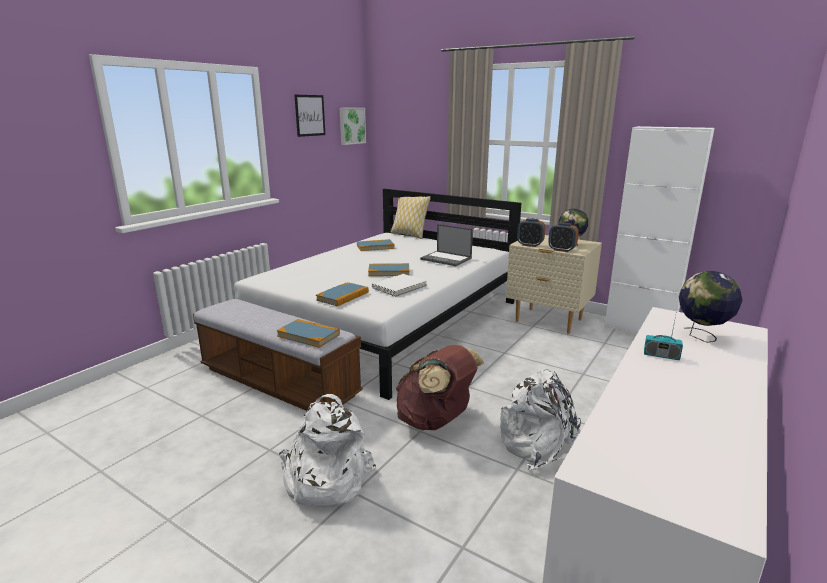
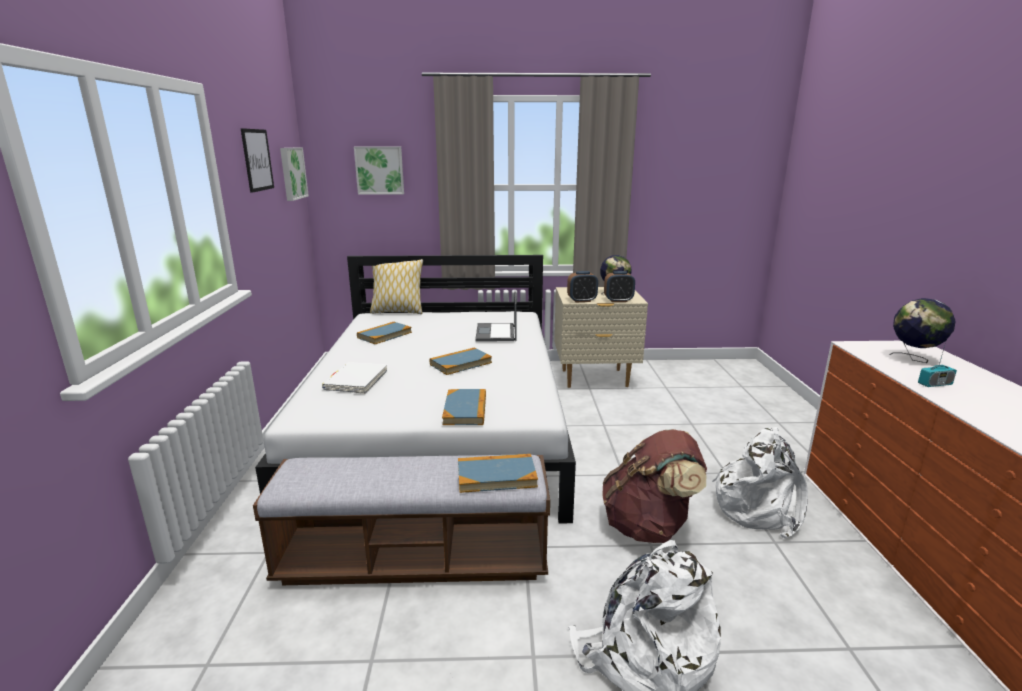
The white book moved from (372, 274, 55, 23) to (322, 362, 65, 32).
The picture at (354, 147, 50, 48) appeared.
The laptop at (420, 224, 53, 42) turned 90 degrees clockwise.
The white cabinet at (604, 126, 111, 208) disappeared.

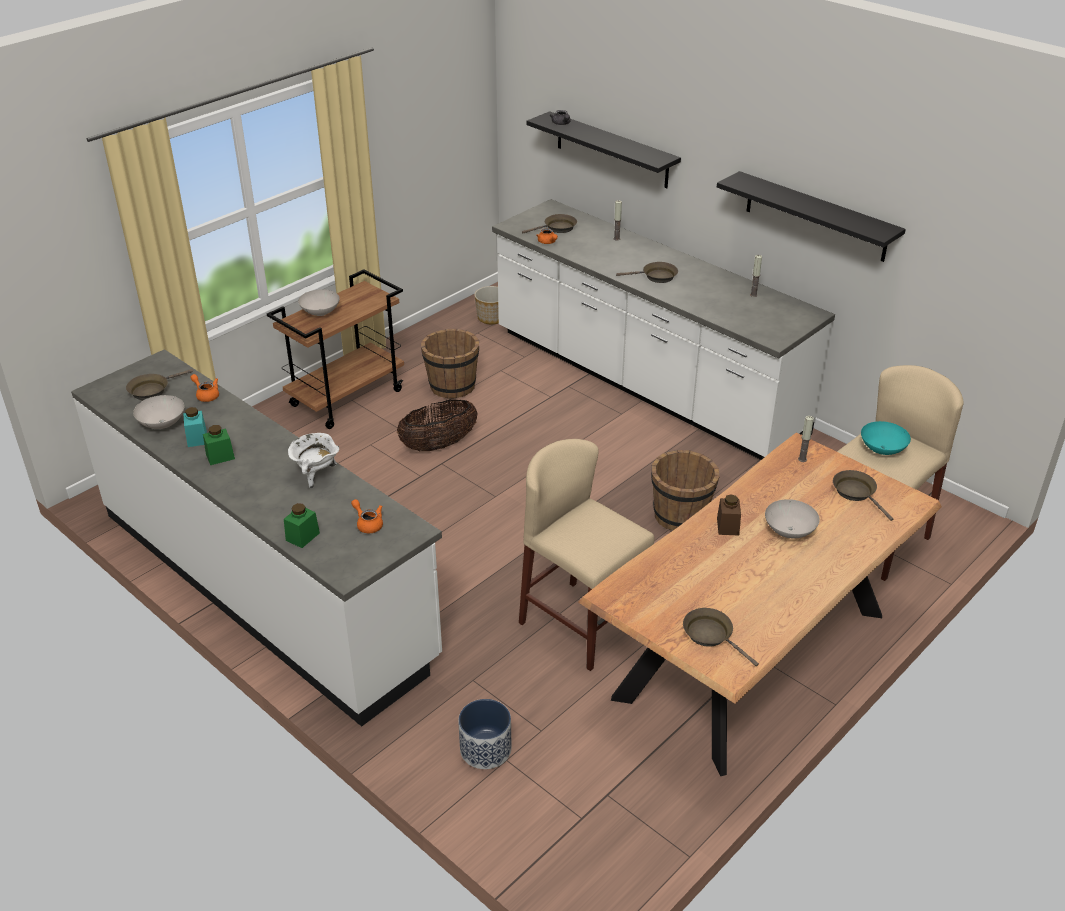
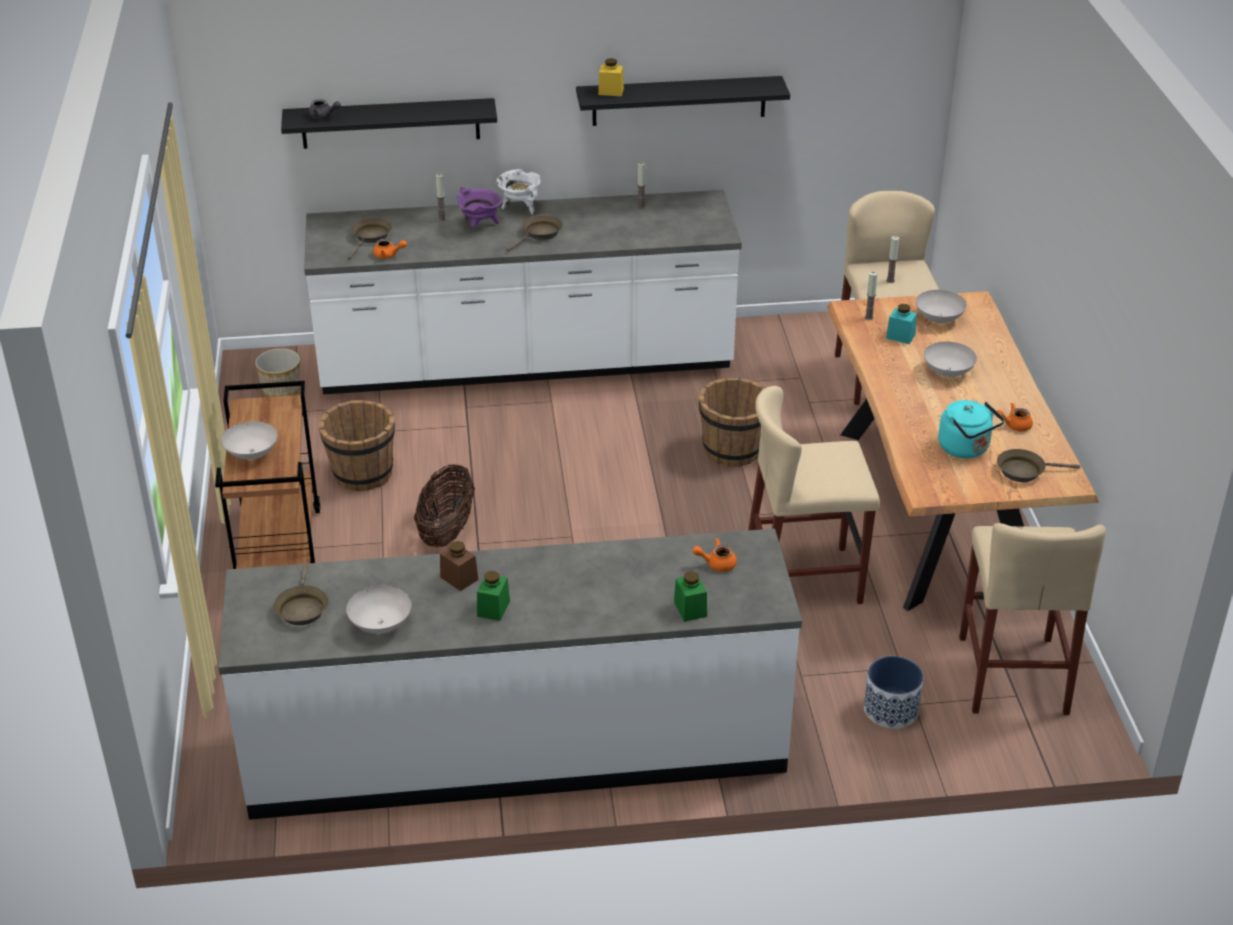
The brown jar moved from (717, 494, 24, 41) to (440, 541, 38, 50).
The purple cooking pot at (457, 186, 46, 41) appeared.
The white cooking pot moved from (288, 433, 51, 56) to (496, 169, 45, 46).
The yellow jar at (598, 58, 26, 38) appeared.
The turquoise bowl at (861, 421, 50, 34) was replaced by the candle at (886, 236, 13, 47).
The turquoise jar moved from (183, 407, 24, 40) to (886, 304, 31, 40).
The brown frying pan at (833, 470, 60, 51) was replaced by the white bowl at (916, 290, 51, 33).
The turquoise kettle at (938, 400, 67, 58) appeared.
The beige stool at (959, 523, 147, 192) appeared.
The orange teapot moved from (190, 374, 29, 28) to (995, 403, 38, 28).

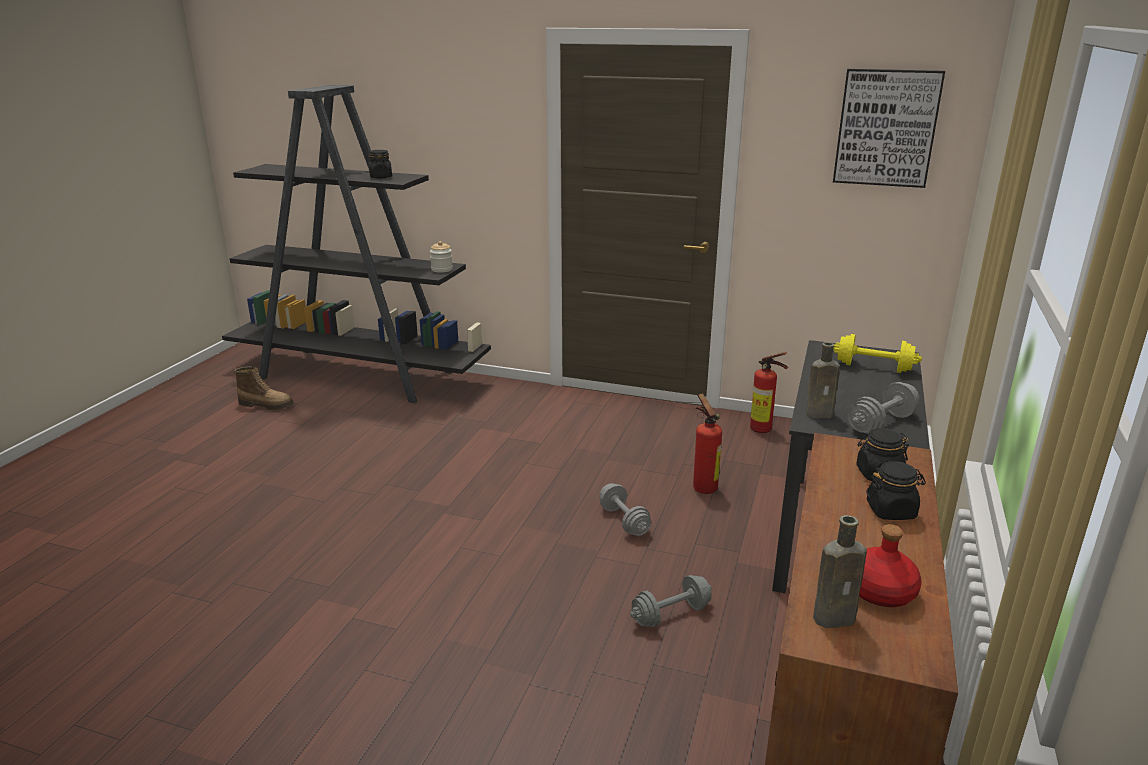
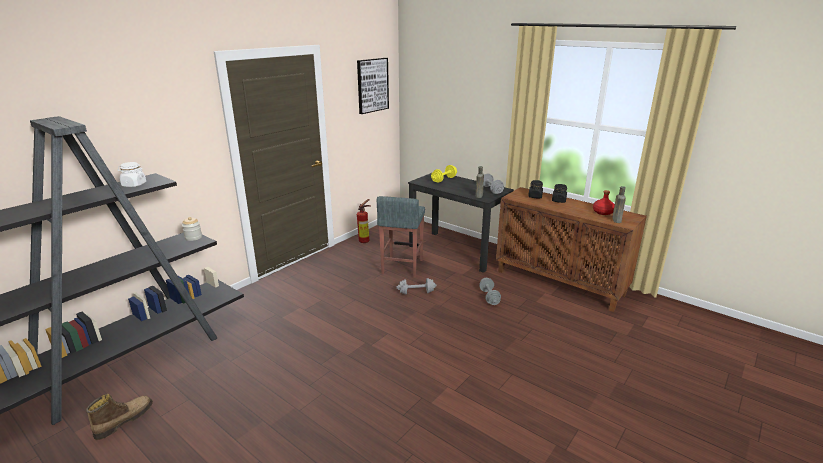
The black jar at (369, 150, 23, 29) became the white jar at (118, 162, 28, 25).
The fire extinguisher at (693, 393, 29, 101) was replaced by the grey stool at (376, 196, 49, 82).

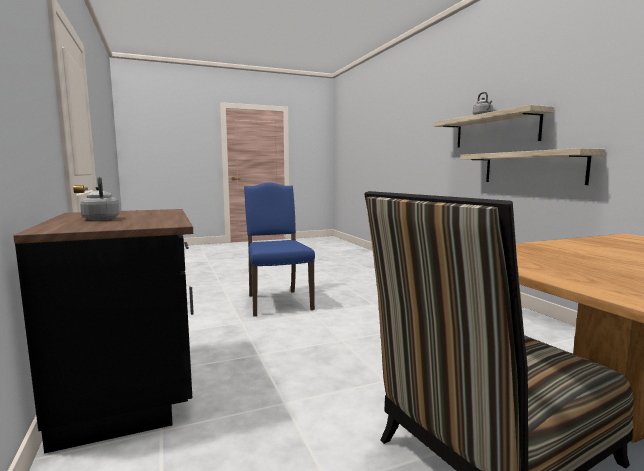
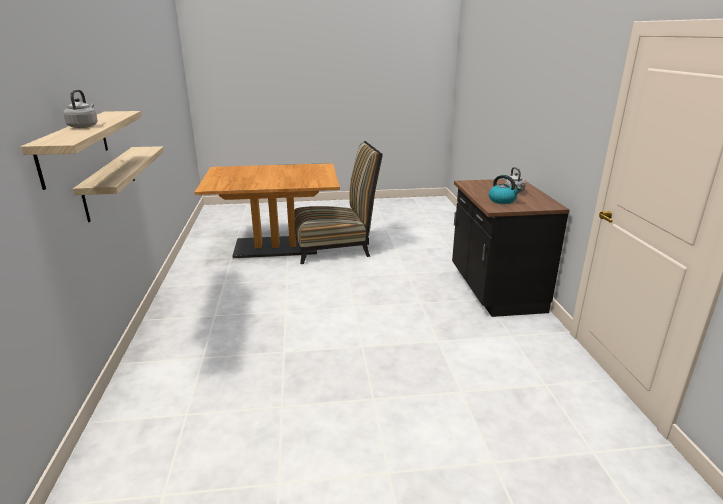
The kettle at (489, 175, 32, 29) appeared.
The blue chair at (244, 183, 71, 133) disappeared.

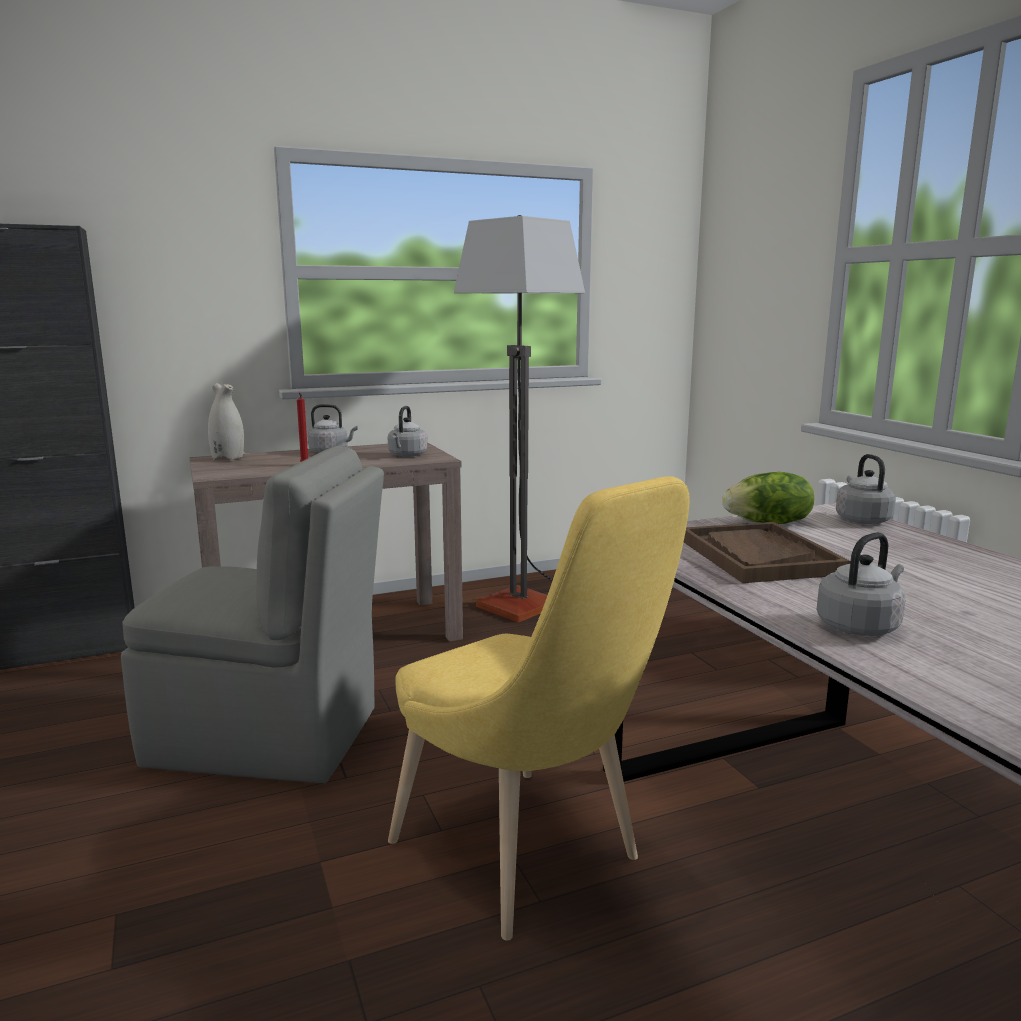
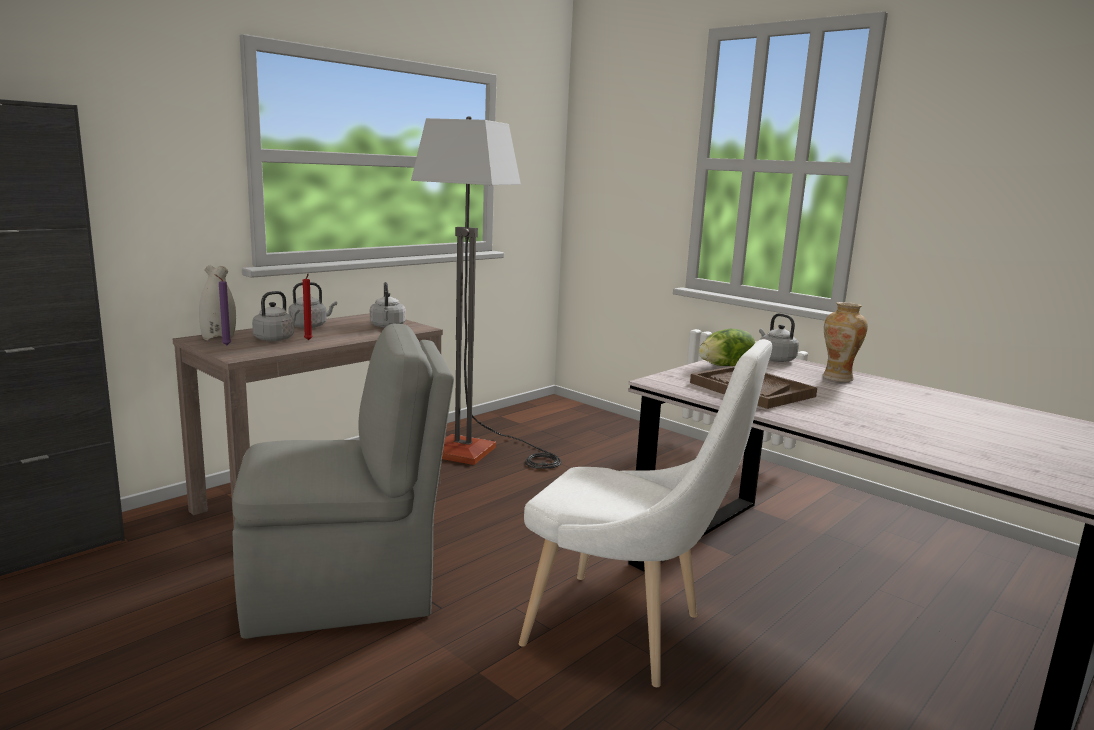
The purple candle at (214, 274, 17, 71) appeared.
The grey kettle moved from (816, 532, 89, 104) to (252, 291, 48, 50).
The yellow chair at (388, 476, 302, 465) became the white chair at (519, 339, 253, 348).
The vase at (822, 302, 46, 80) appeared.

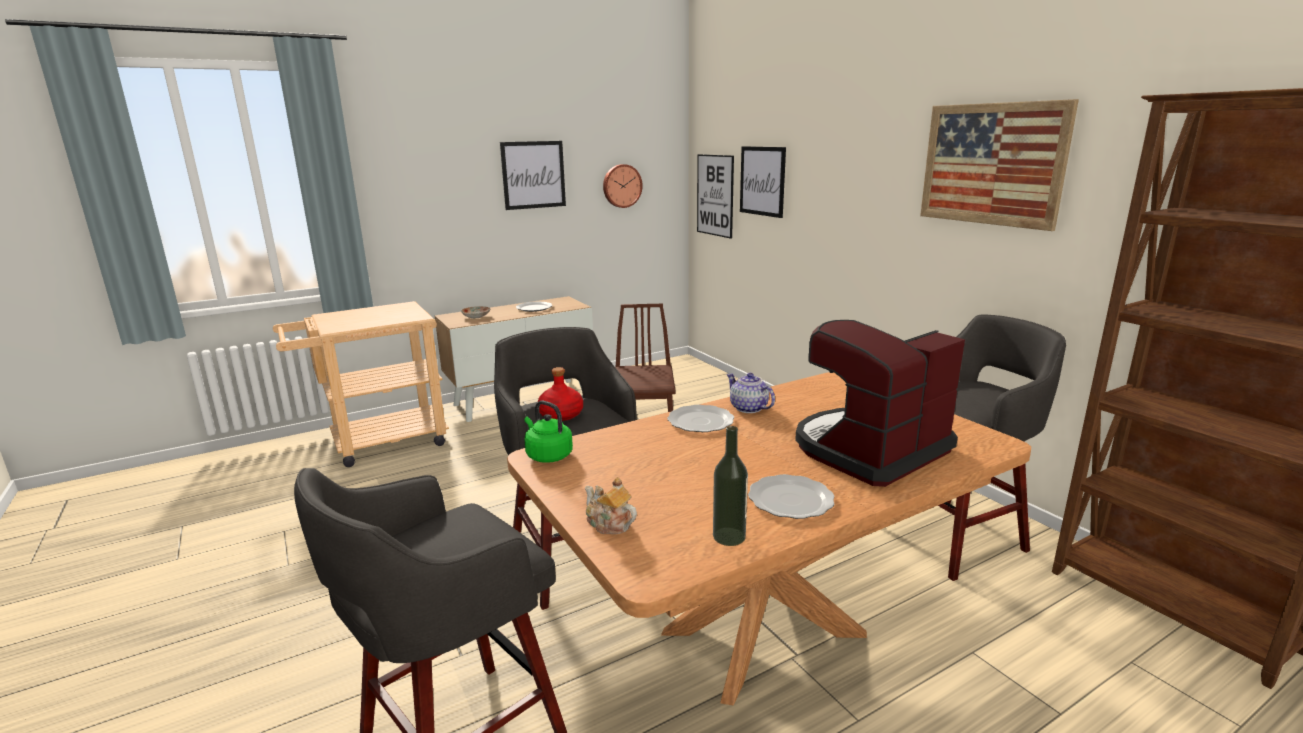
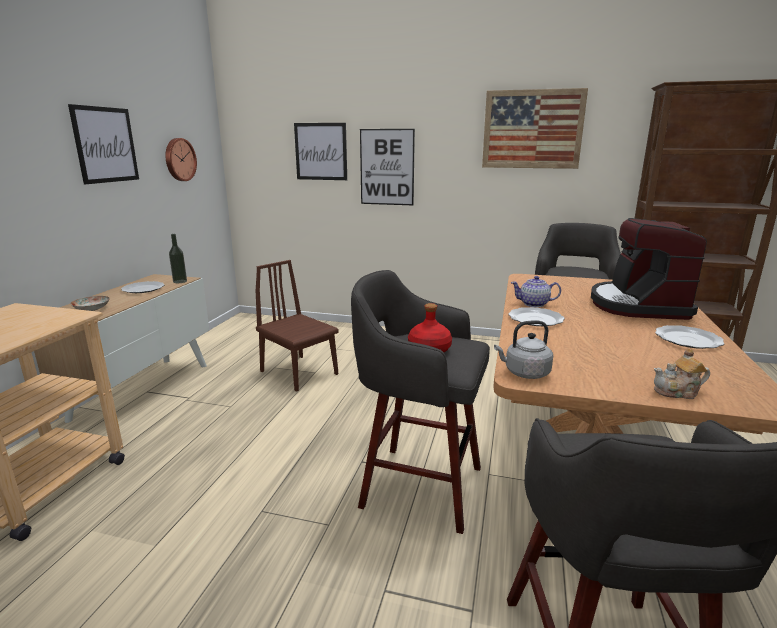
The bottle moved from (713, 426, 35, 120) to (169, 234, 18, 49).
The picture moved from (697, 154, 37, 85) to (360, 129, 55, 76).
The green kettle at (524, 401, 49, 62) became the grey kettle at (494, 320, 59, 59).

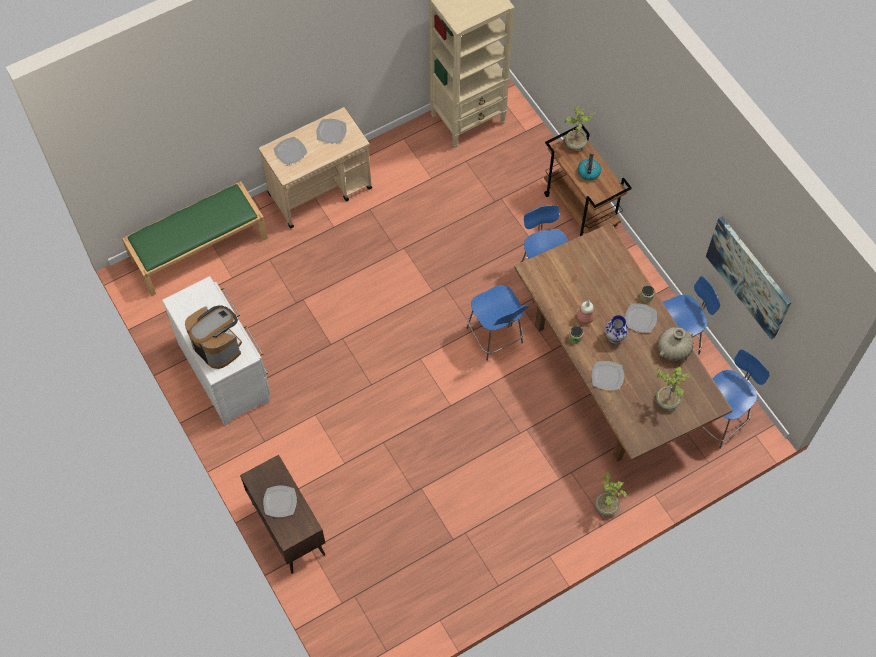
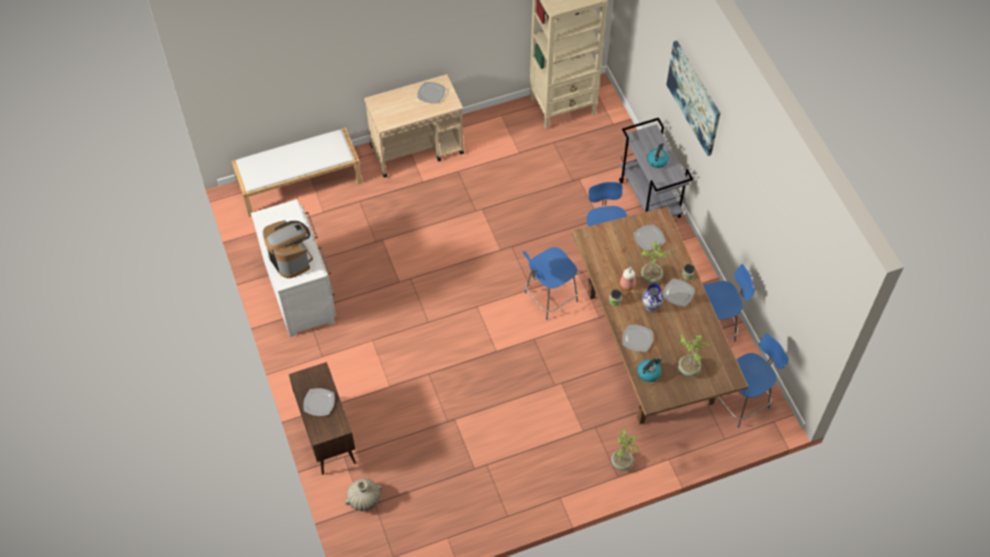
The green bench at (122, 181, 146, 115) became the white bench at (231, 128, 131, 89).
The beige vase moved from (658, 327, 36, 34) to (345, 478, 37, 33).
The blue chair at (466, 285, 63, 76) turned 75 degrees clockwise.
The brown cart at (544, 124, 88, 113) became the grey cart at (619, 118, 74, 100).
The plate moved from (274, 137, 33, 28) to (633, 224, 33, 26).
The kettle at (637, 357, 25, 25) appeared.
The potted plant moved from (564, 106, 32, 44) to (641, 241, 33, 42).
The picture moved from (706, 216, 85, 124) to (666, 41, 54, 115).

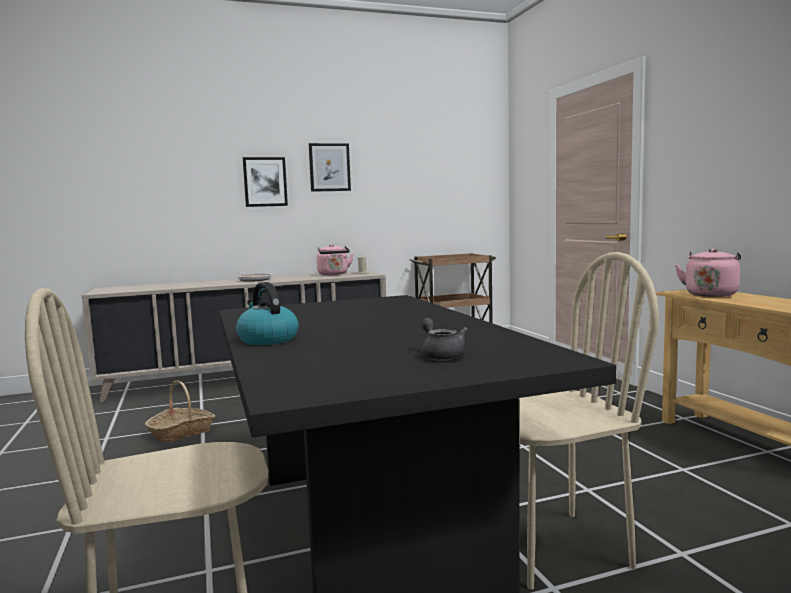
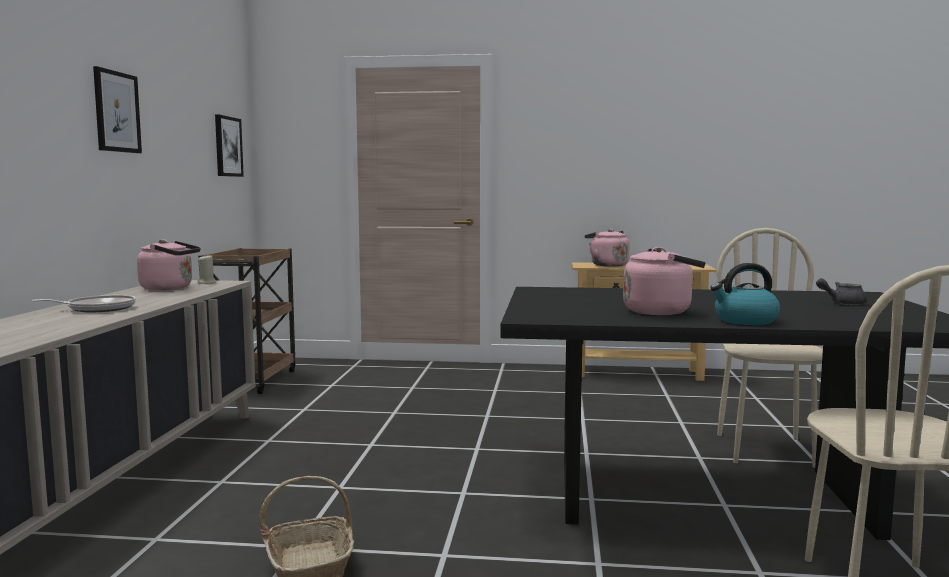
The picture moved from (243, 157, 45, 50) to (215, 115, 29, 62).
The pink kettle at (623, 247, 83, 68) appeared.

